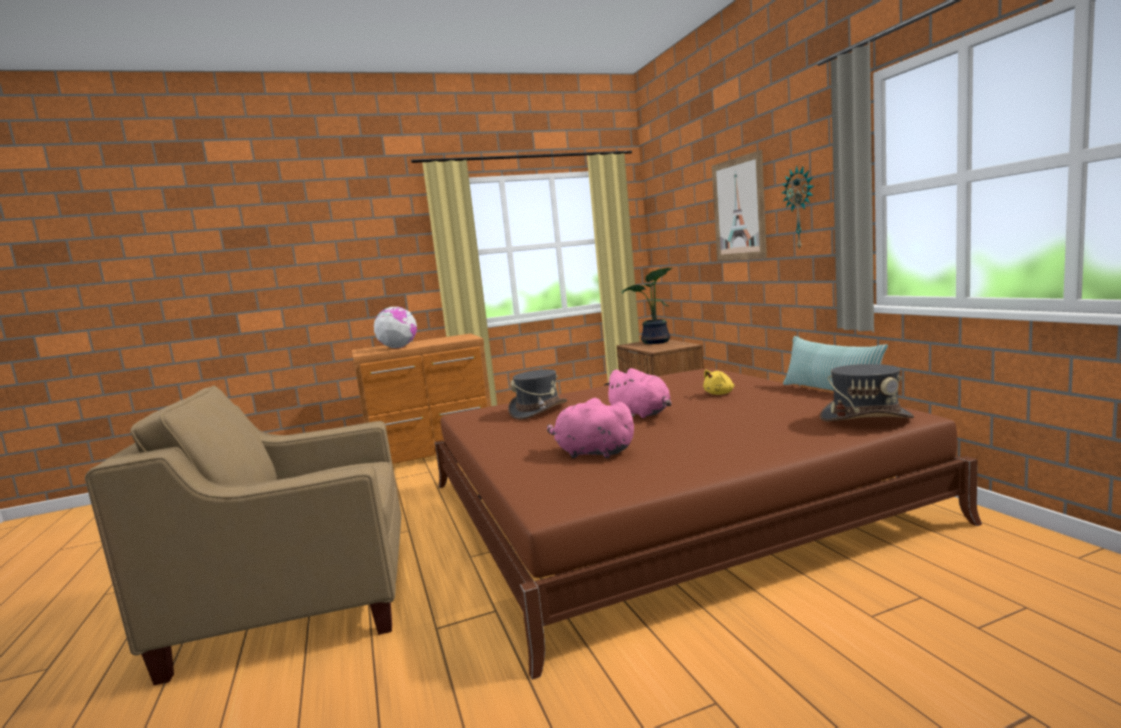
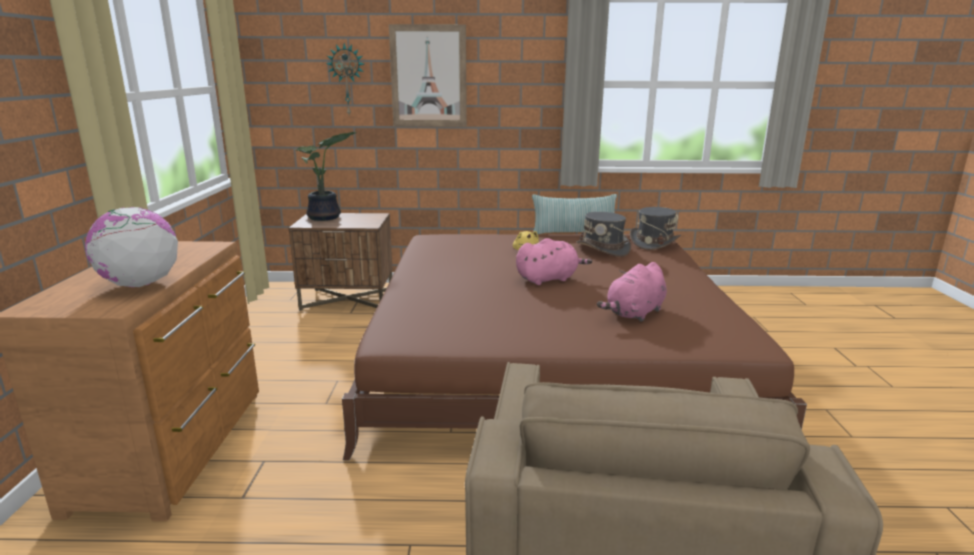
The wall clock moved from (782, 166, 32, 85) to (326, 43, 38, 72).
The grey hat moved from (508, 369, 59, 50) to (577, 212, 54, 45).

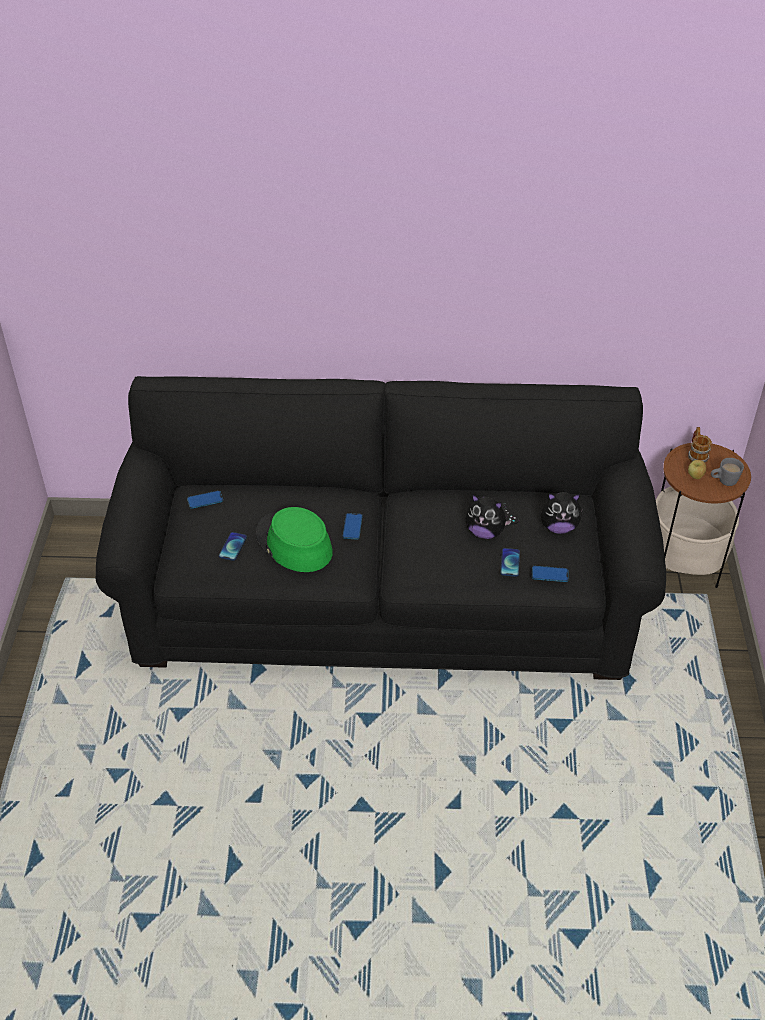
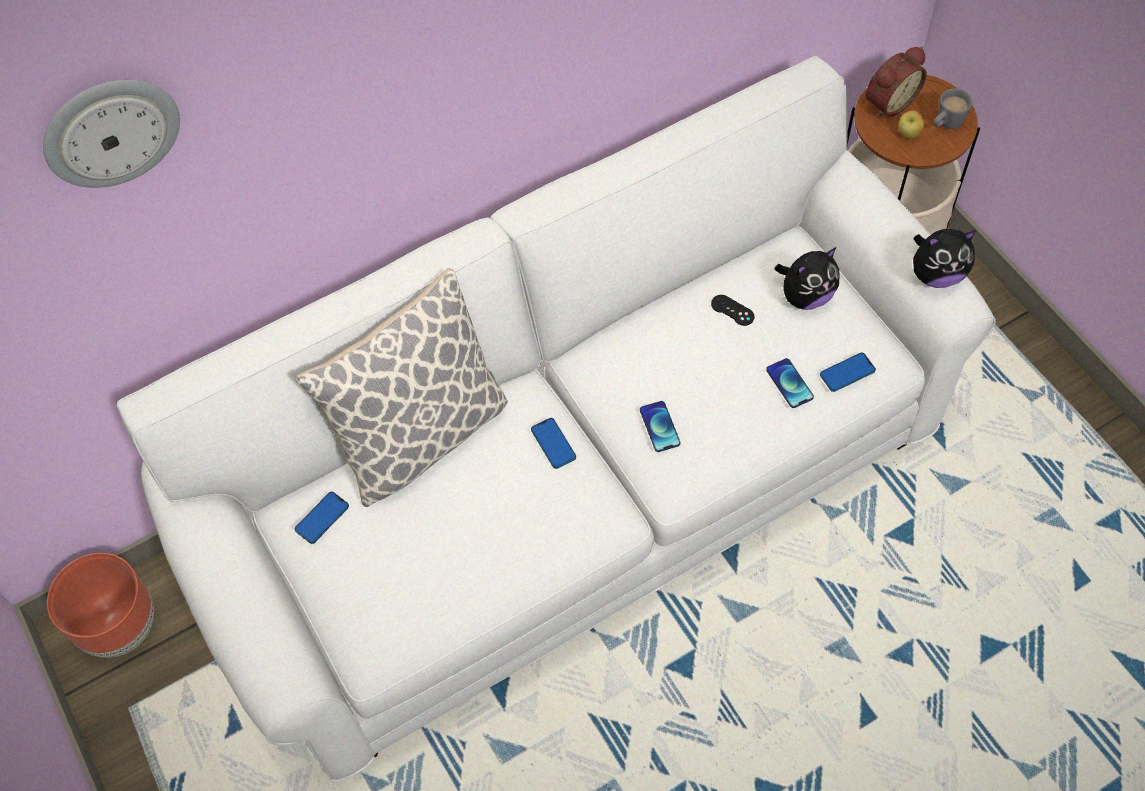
The wall clock at (43, 80, 137, 108) appeared.
The brown planter at (47, 553, 107, 105) appeared.
The black sofa at (95, 376, 571, 304) became the white sofa at (117, 56, 879, 726).
The pillow at (295, 268, 213, 239) appeared.
The phone moved from (219, 532, 28, 29) to (640, 401, 40, 51).
The mug at (688, 427, 24, 36) was replaced by the alarm clock at (866, 47, 61, 71).
The plush toy moved from (465, 494, 47, 45) to (913, 229, 63, 59).
The green hat at (256, 507, 77, 65) disappeared.

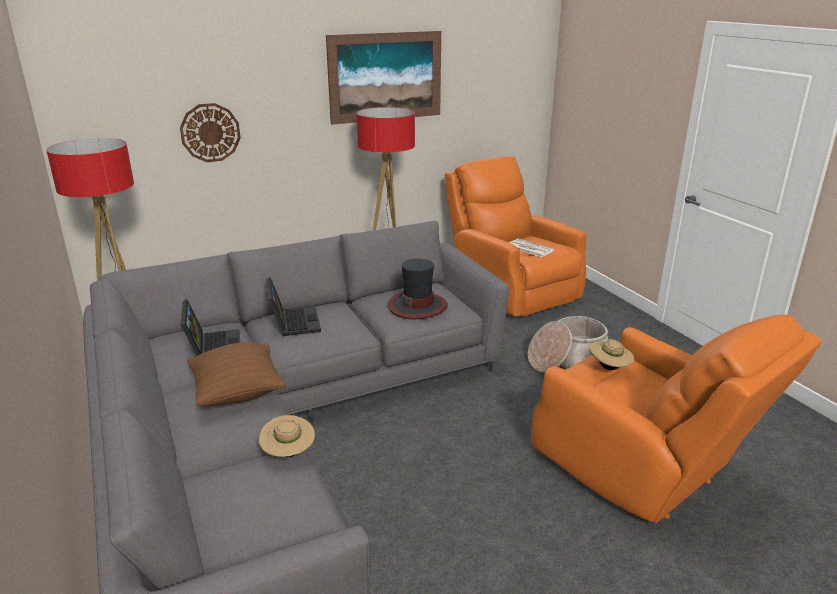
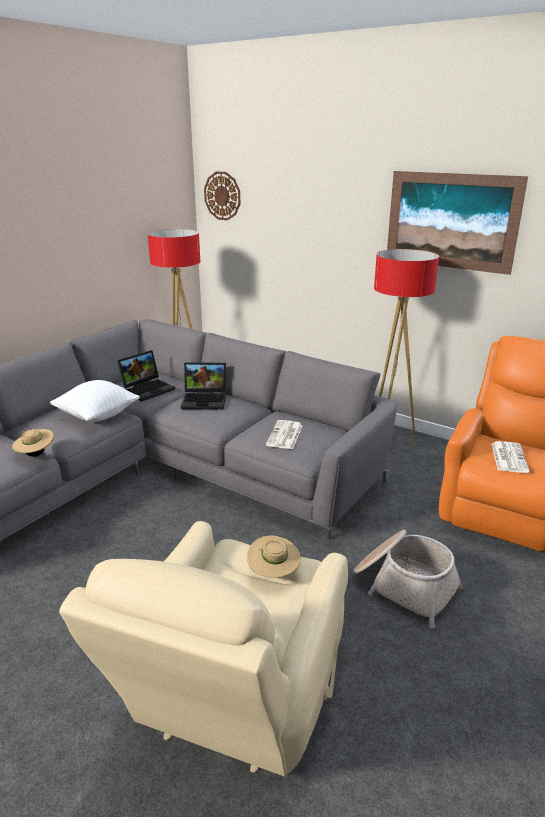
The brown pillow at (187, 342, 99, 64) became the white pillow at (50, 380, 90, 42).
The orange armchair at (531, 314, 291, 209) became the beige armchair at (59, 521, 289, 255).
The laptop at (266, 277, 55, 59) turned 45 degrees clockwise.
The wall clock moved from (180, 103, 61, 59) to (204, 171, 36, 49).
The hat at (388, 259, 60, 60) was replaced by the newspaper at (266, 420, 37, 29).

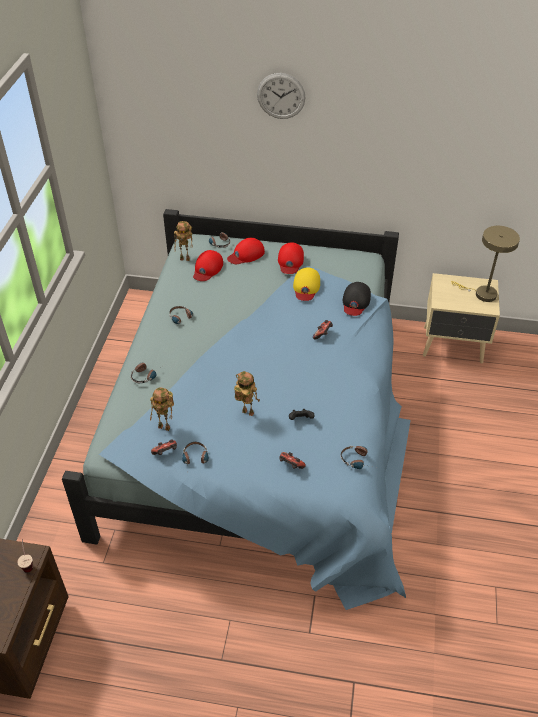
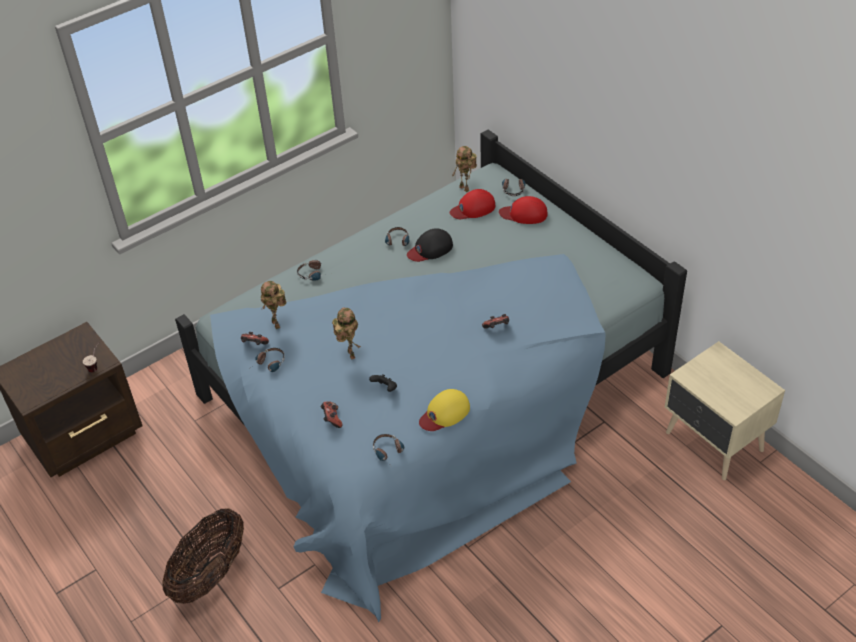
The basket at (162, 508, 82, 96) appeared.
The black cap moved from (343, 282, 28, 34) to (407, 228, 46, 34).
The yellow cap moved from (293, 267, 27, 34) to (419, 389, 51, 42).
The wall clock at (257, 73, 48, 46) disappeared.
The red cap at (278, 242, 26, 32) disappeared.
The beige table lamp at (451, 226, 69, 76) disappeared.

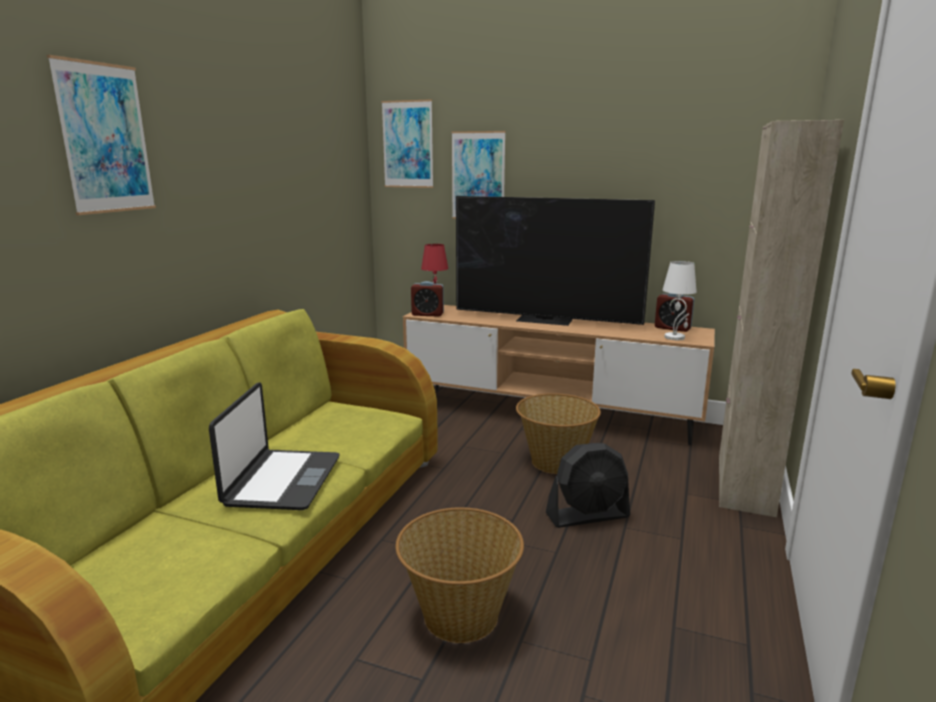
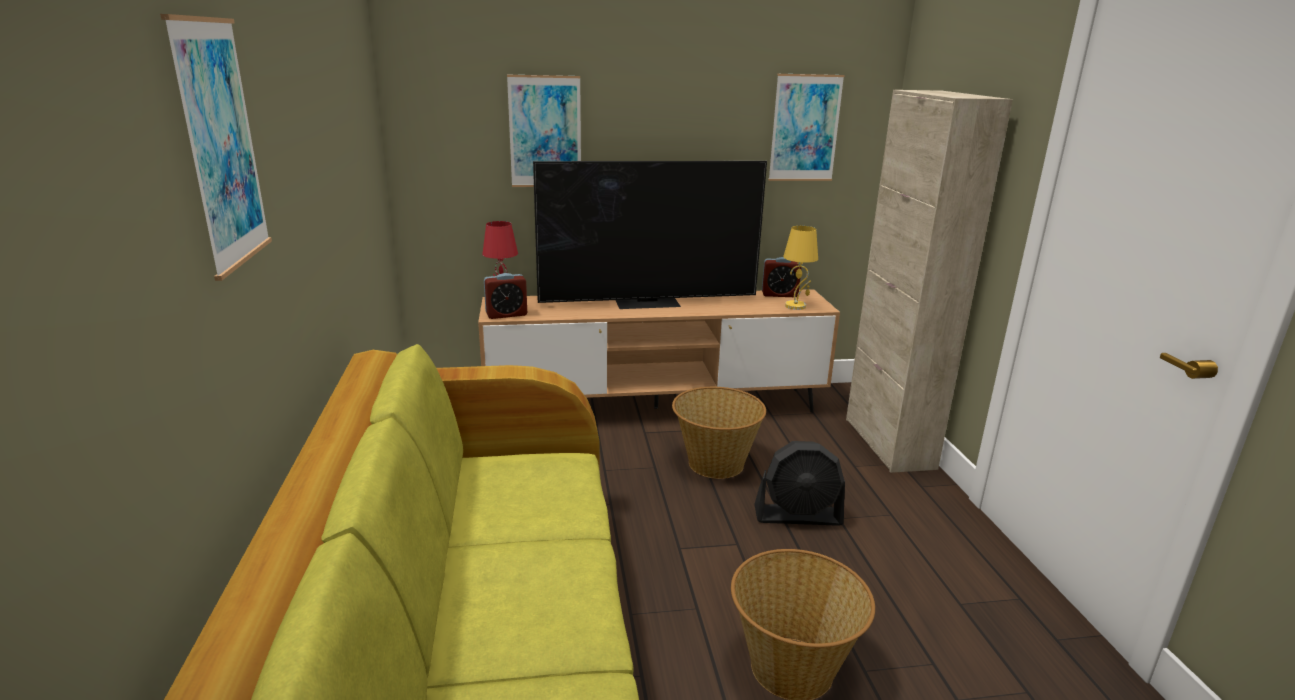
The black fan at (546, 443, 84, 85) turned 45 degrees clockwise.
The picture moved from (381, 99, 53, 89) to (768, 74, 76, 107).
The white table lamp at (663, 261, 34, 79) became the yellow table lamp at (783, 226, 35, 84).
The laptop at (209, 382, 131, 128) disappeared.

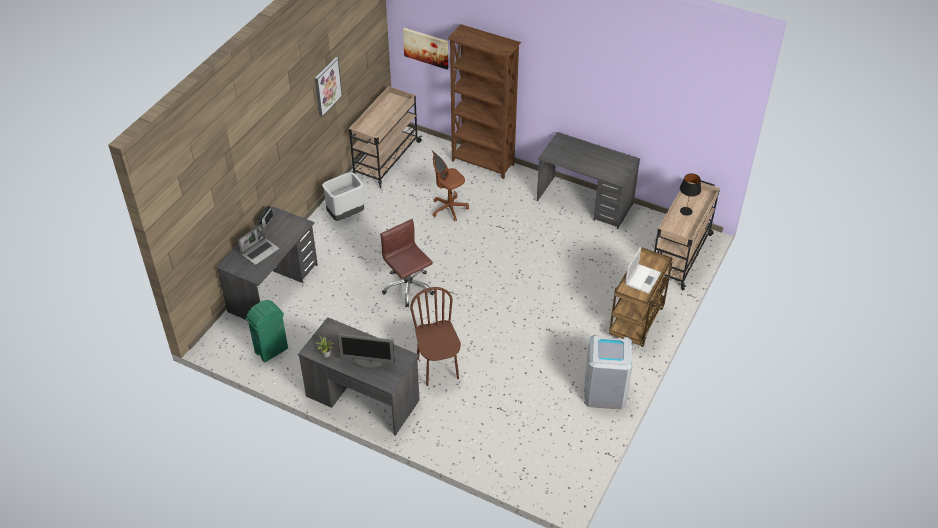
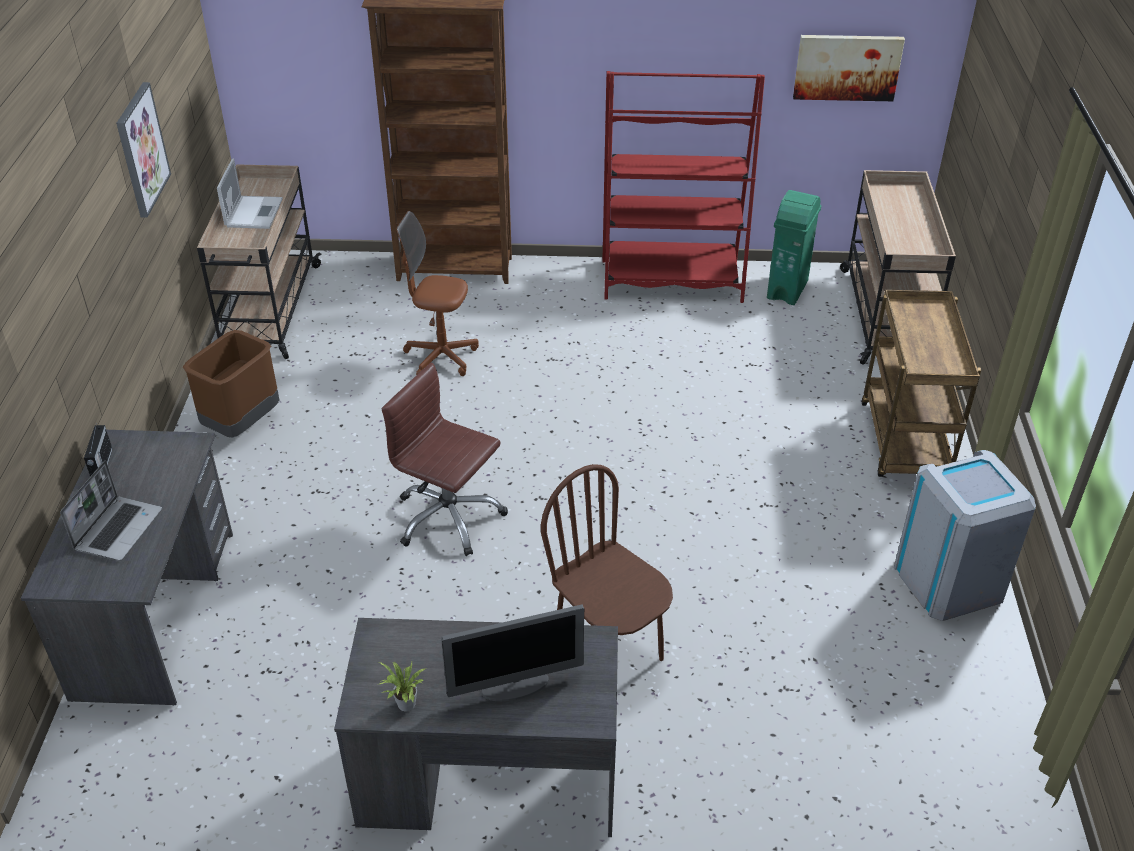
The grey trash can at (322, 172, 42, 49) became the brown trash can at (183, 330, 96, 108).
The laptop moved from (625, 247, 36, 47) to (217, 159, 66, 70).
The brown office chair at (432, 150, 37, 72) turned 75 degrees clockwise.
The grey desk at (537, 132, 103, 97) was replaced by the red bookcase at (602, 71, 163, 232).
The green trash can moved from (246, 300, 42, 63) to (767, 190, 54, 115).
The picture moved from (403, 28, 45, 41) to (793, 35, 112, 66).
The black table lamp at (680, 173, 21, 43) disappeared.

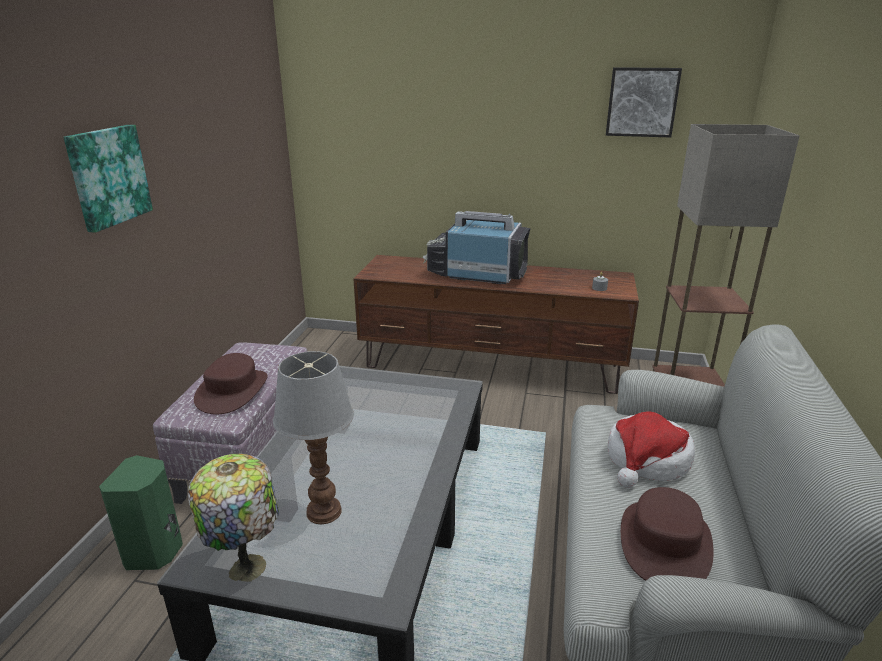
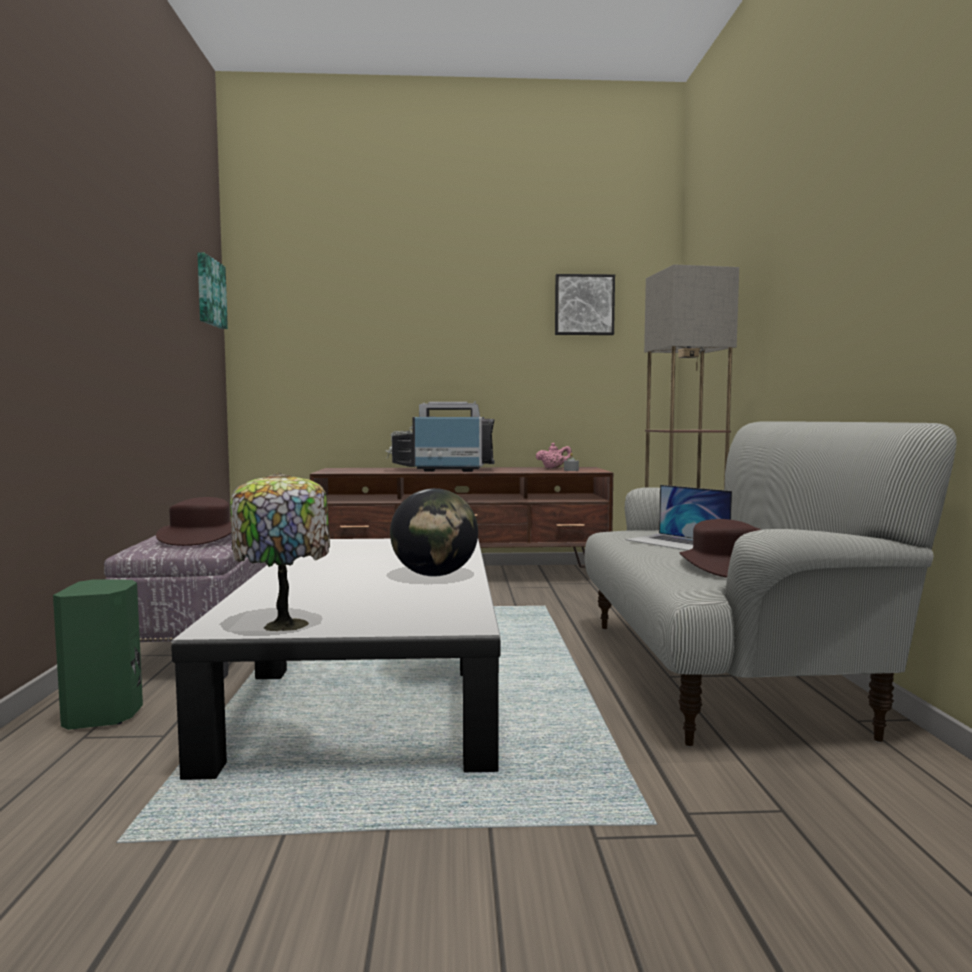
The picture moved from (63, 125, 90, 108) to (198, 252, 30, 77).
The globe at (390, 488, 88, 88) appeared.
The pink teapot at (536, 443, 36, 26) appeared.
The hat at (608, 411, 87, 77) was replaced by the laptop at (625, 485, 107, 66).
The table lamp at (273, 351, 81, 173) disappeared.

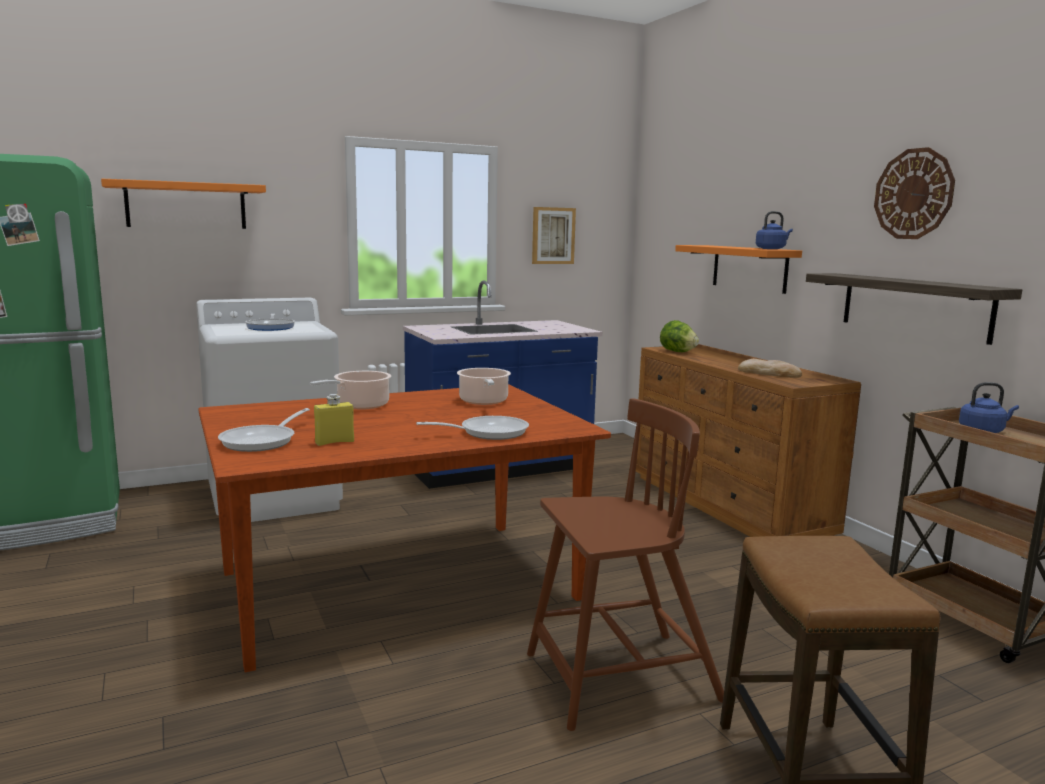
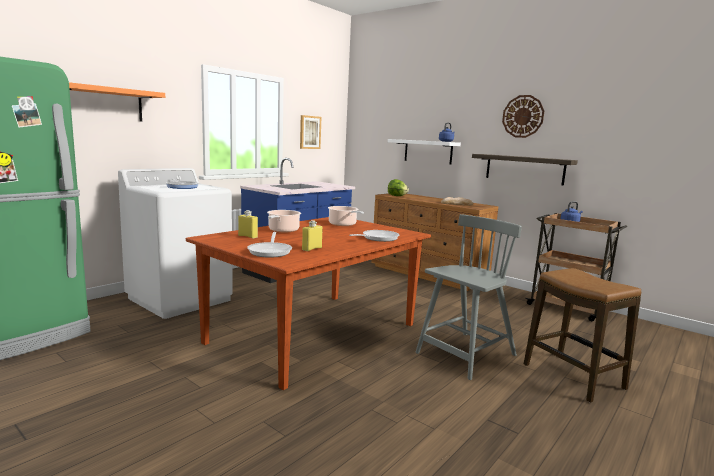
The yellow bottle at (238, 210, 20, 29) appeared.
The orange shelf at (675, 245, 127, 49) became the white shelf at (388, 139, 73, 26).
The brown chair at (527, 398, 197, 333) became the grey chair at (415, 214, 107, 166).

